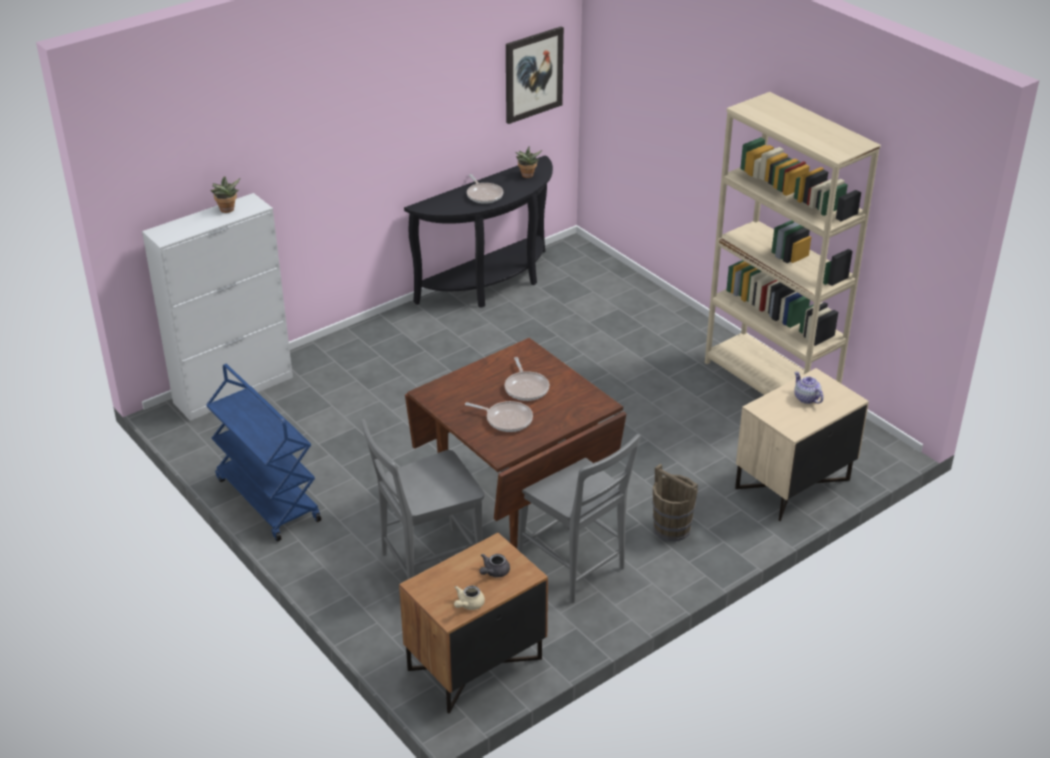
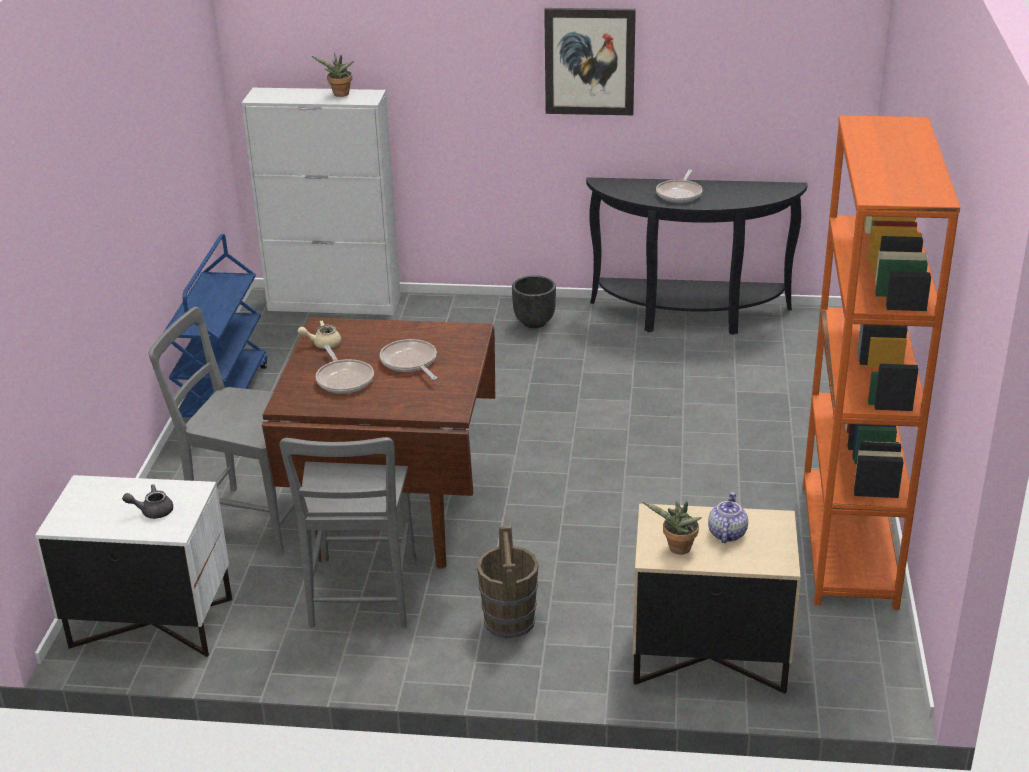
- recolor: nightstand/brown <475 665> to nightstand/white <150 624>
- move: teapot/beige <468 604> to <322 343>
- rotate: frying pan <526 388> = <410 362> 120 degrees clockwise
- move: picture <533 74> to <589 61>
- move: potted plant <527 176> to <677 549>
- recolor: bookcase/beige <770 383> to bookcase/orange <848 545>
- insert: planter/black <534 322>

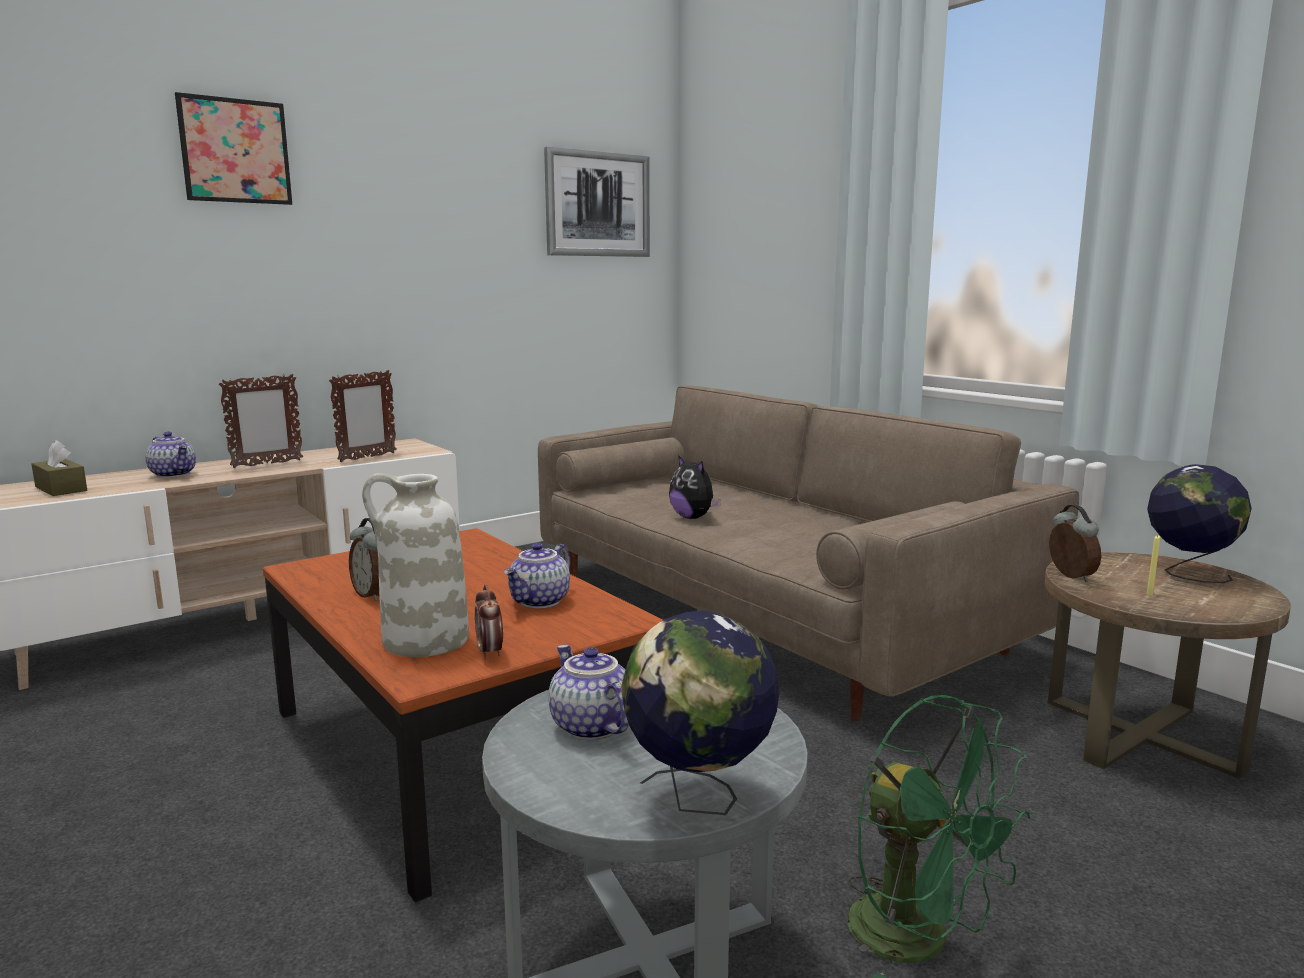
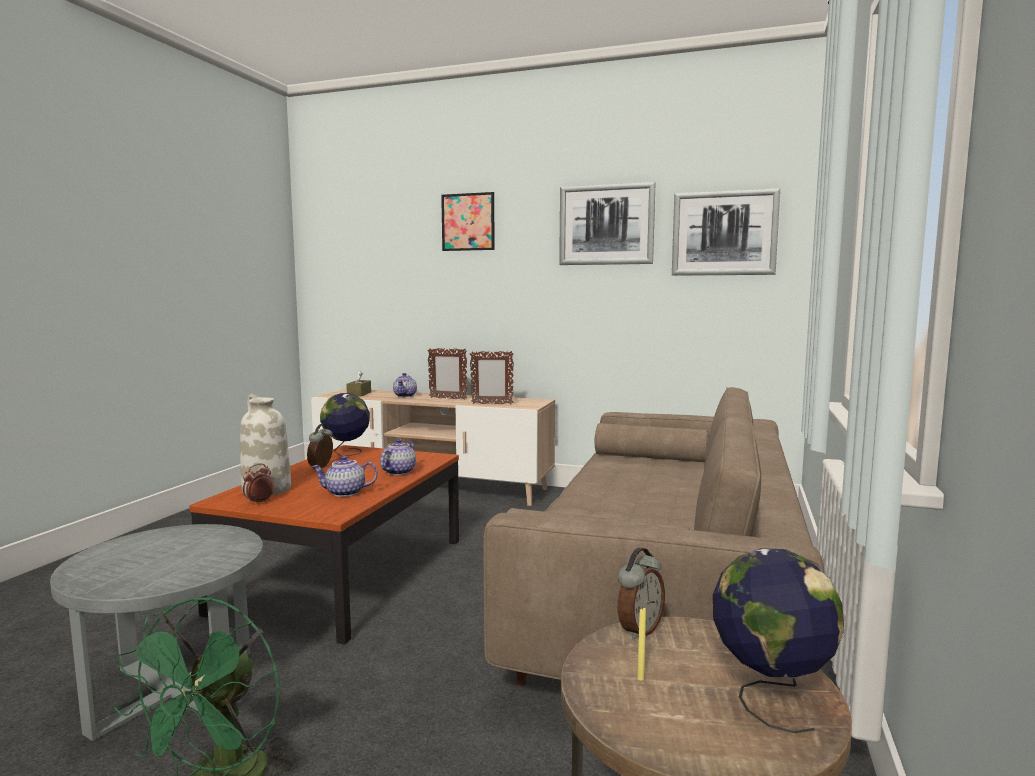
- move: teapot <589 726> to <398 472>
- move: globe <699 799> to <346 453>
- delete: plush toy <693 517>
- insert: picture <606 225>

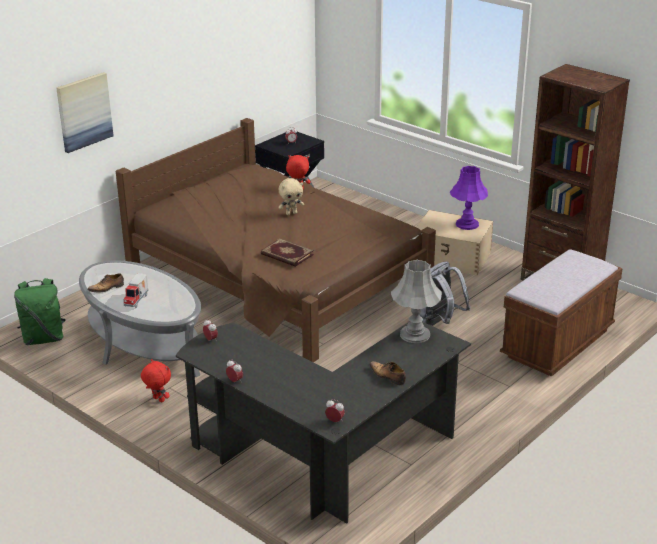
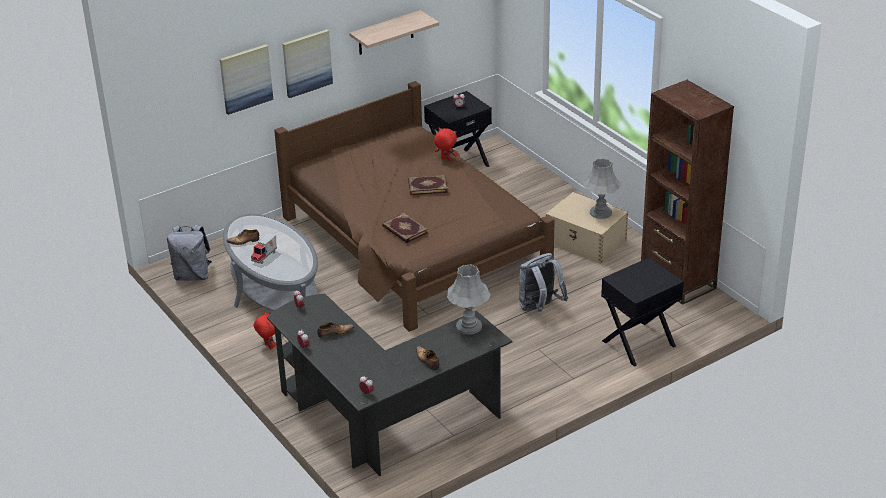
- recolor: backpack/green <44 338> to backpack/grey <192 275>
- replace: plush toy/beige <291 213> to book <427 186>
- recolor: table lamp/purple <467 224> to table lamp/grey <600 213>
- replace: bench/brown <557 343> to nightstand/black <639 344>
- insert: picture <307 63>
- insert: shoe <335 333>
- insert: shelf <385 33>

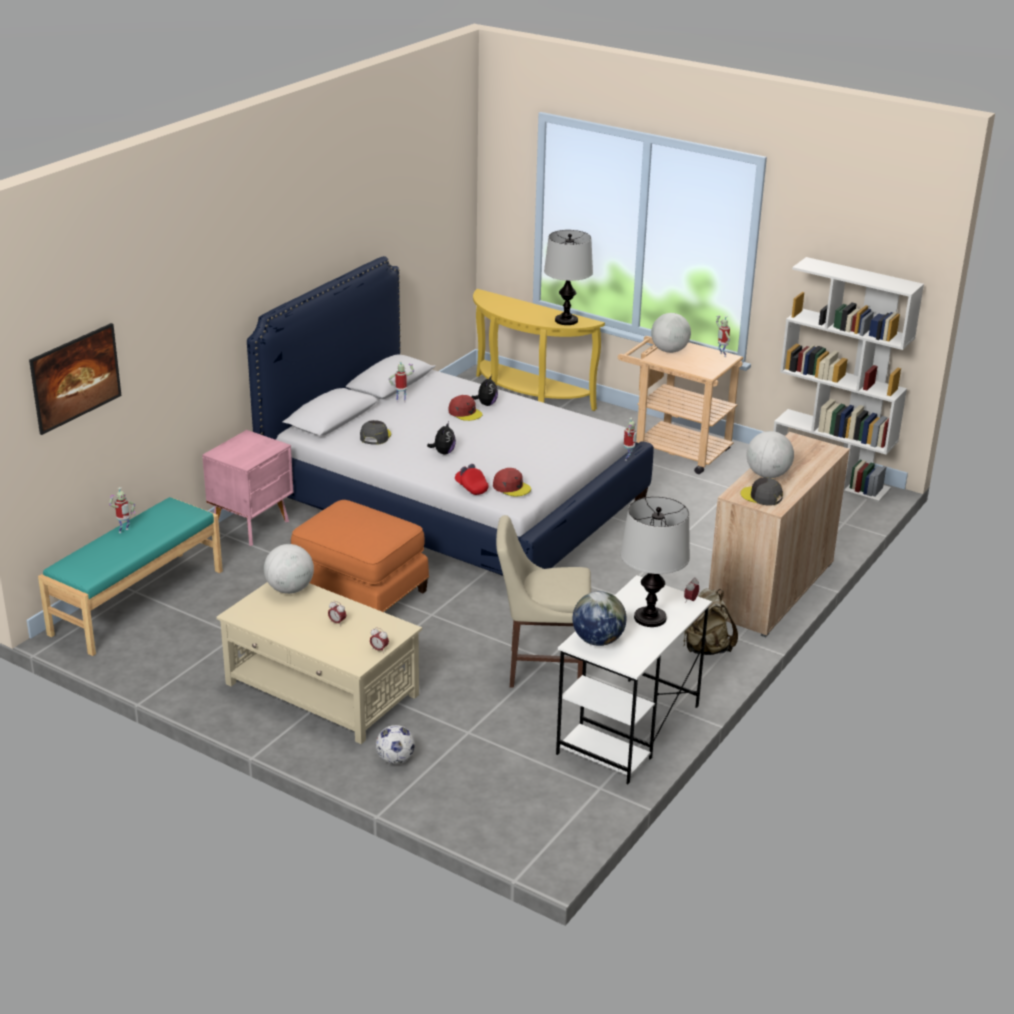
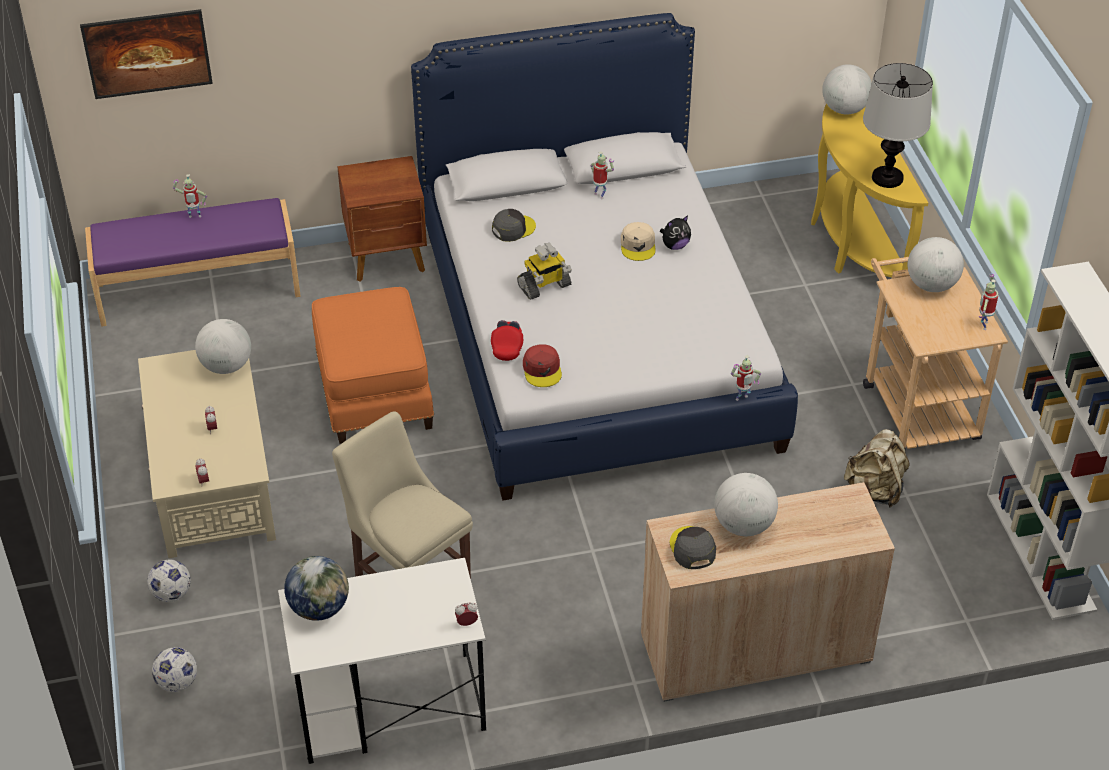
- recolor: bench/turquoise <136 602> to bench/purple <198 289>
- recolor: nightstand/pink <252 525> to nightstand/brown <387 258>
- replace: plush toy <443 452> to toy robot <544 286>
- recolor: cap/red <465 413> to cap/beige <638 245>
- delete: table lamp <650 618>
- move: backpack/beige <706 649> to <875 490>
- insert: football <177 682>
- insert: globe <844 109>

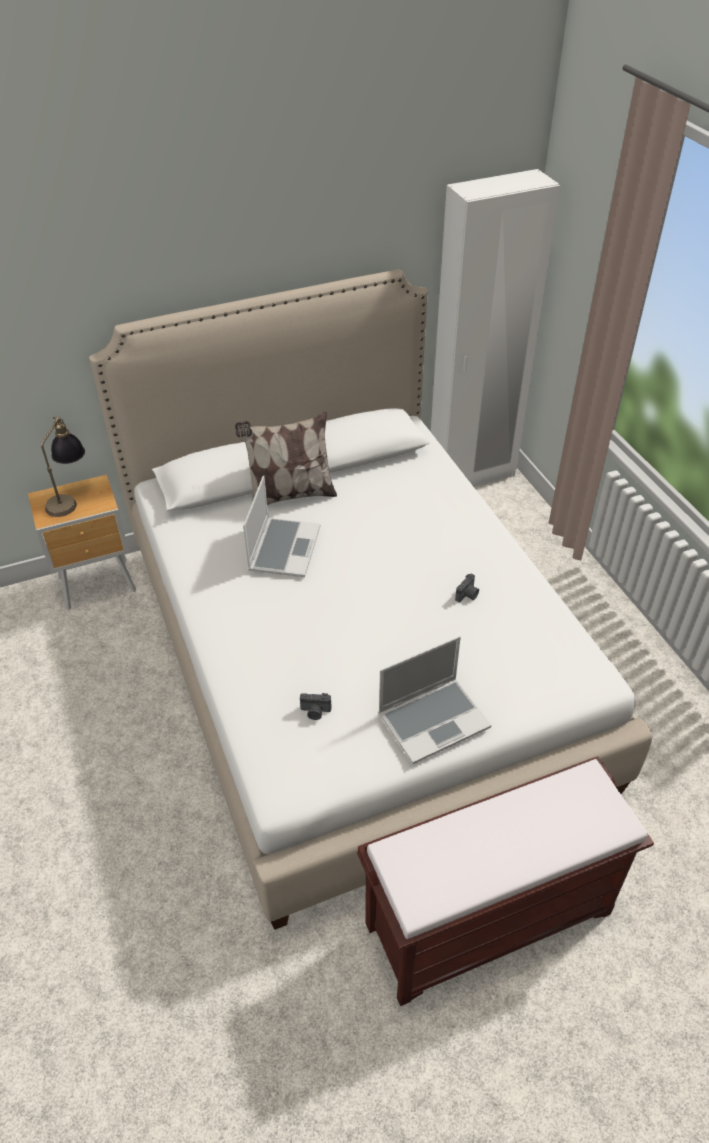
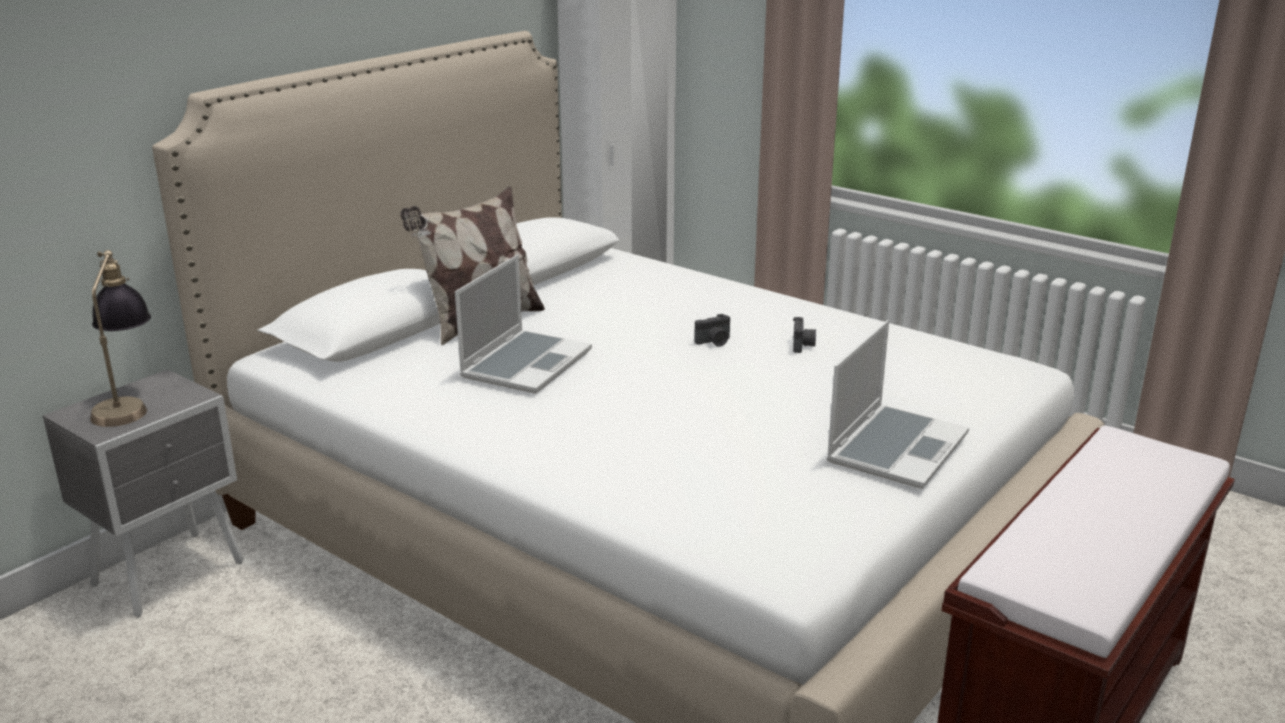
- recolor: nightstand/brown <99 585> to nightstand/grey <172 573>
- rotate: laptop <283 548> = <526 363> 45 degrees clockwise
- move: photo camera <315 712> to <714 342>

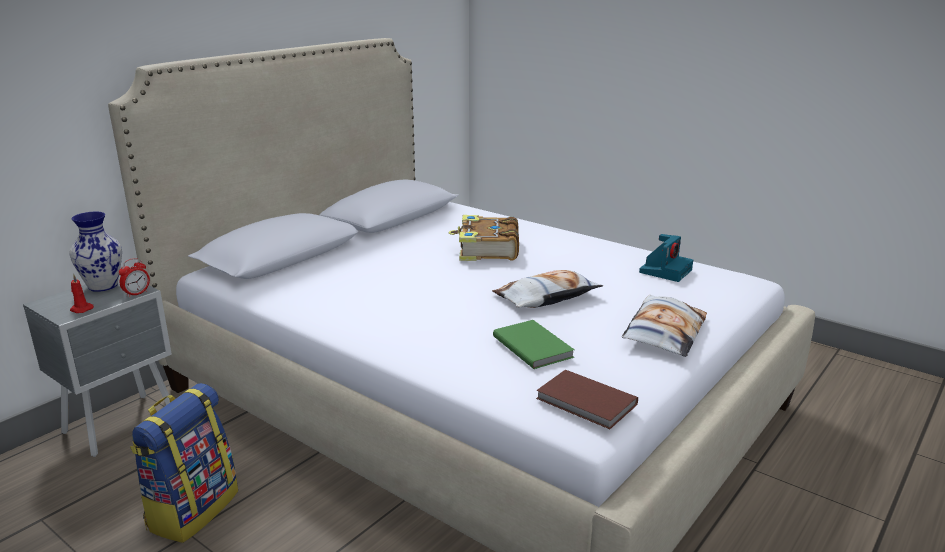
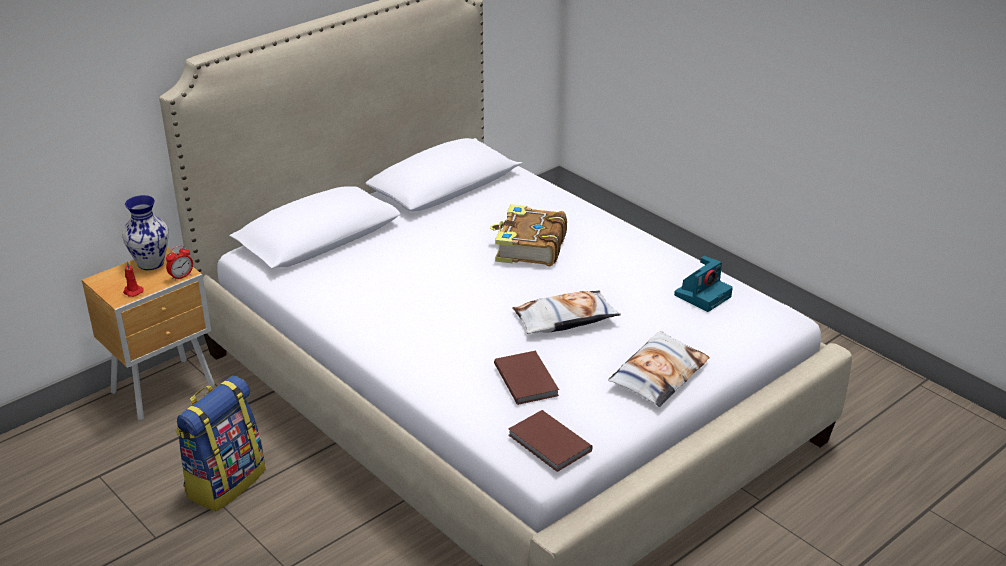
- recolor: nightstand/grey <123 424> to nightstand/brown <166 389>
- recolor: book/green <533 346> to book/brown <527 379>

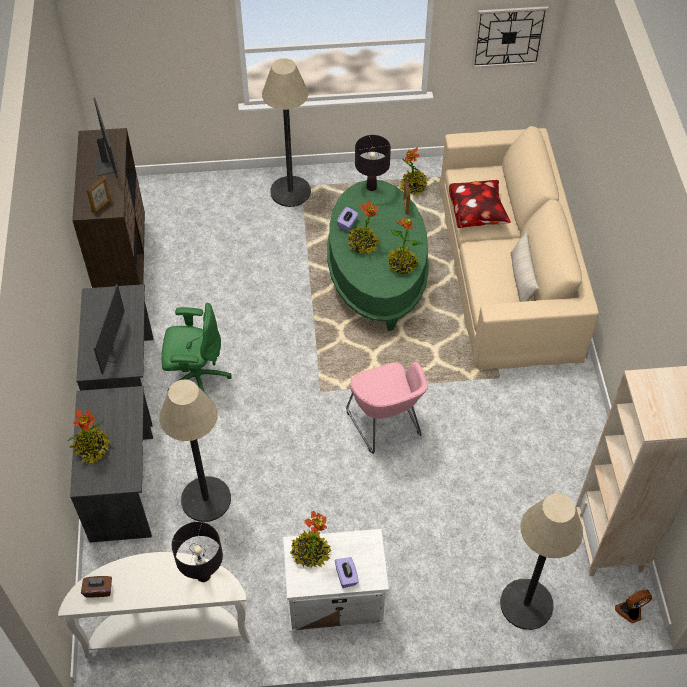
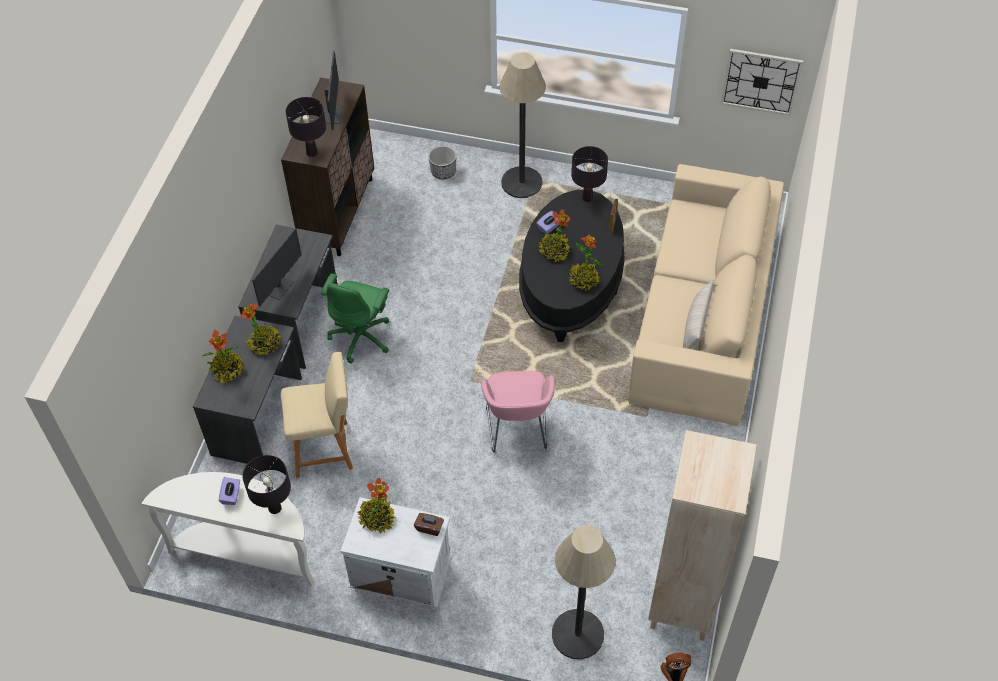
- move: tissue box/brown <98 590> to <429 527>
- replace: picture frame <102 206> to table lamp/black <312 152>
- replace: floor lamp <206 499> to stool/beige <326 448>
- rotate: office chair/green <196 379> = <361 337> 90 degrees clockwise
- recolor: coffee table/green <376 273> to coffee table/black <571 284>
- move: tissue box/purple <346 576> to <231 495>
- move: potted plant <413 187> to <265 344>
- delete: pillow <477 214>
- insert: planter <443 171>

